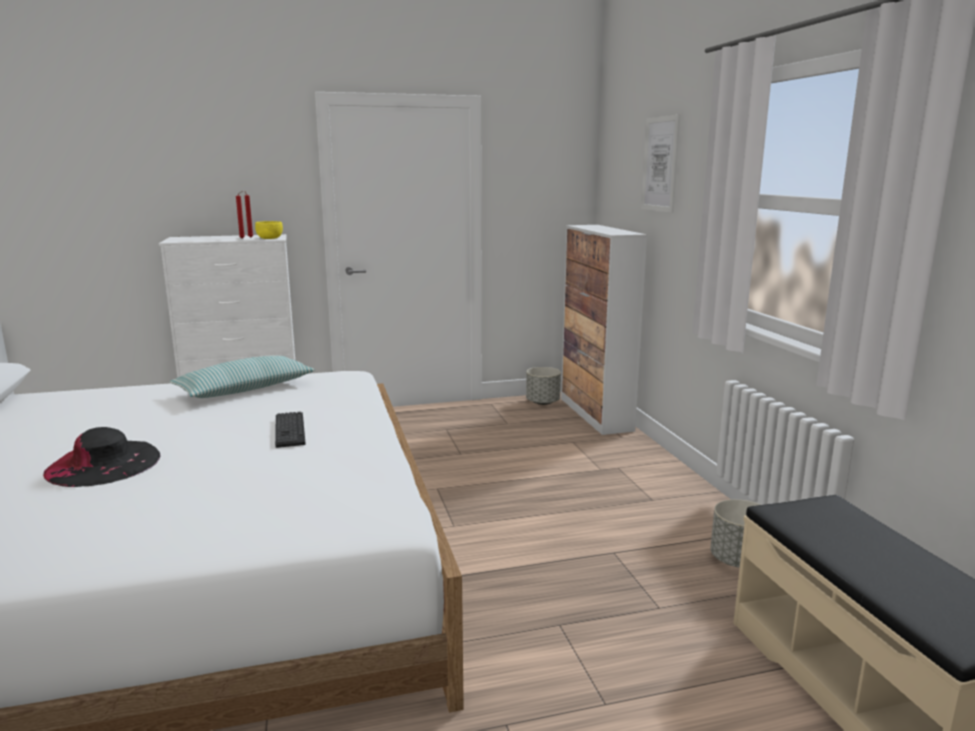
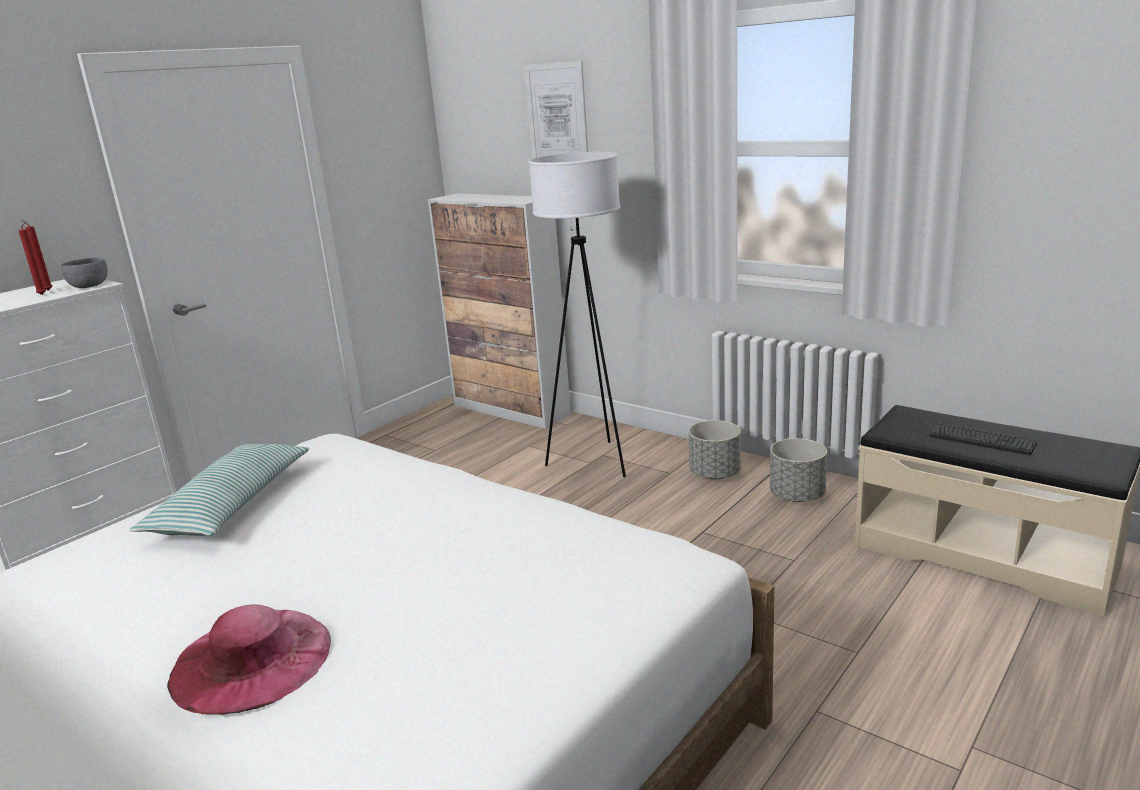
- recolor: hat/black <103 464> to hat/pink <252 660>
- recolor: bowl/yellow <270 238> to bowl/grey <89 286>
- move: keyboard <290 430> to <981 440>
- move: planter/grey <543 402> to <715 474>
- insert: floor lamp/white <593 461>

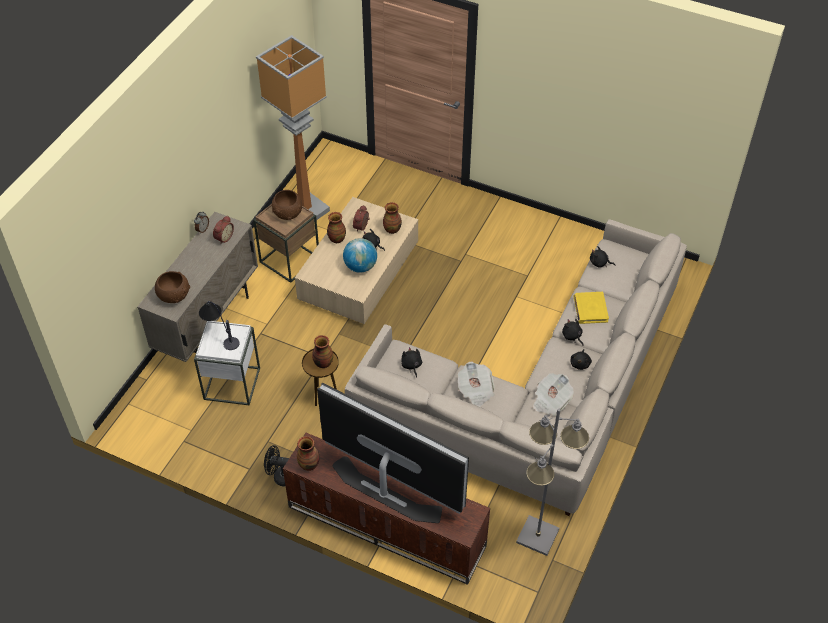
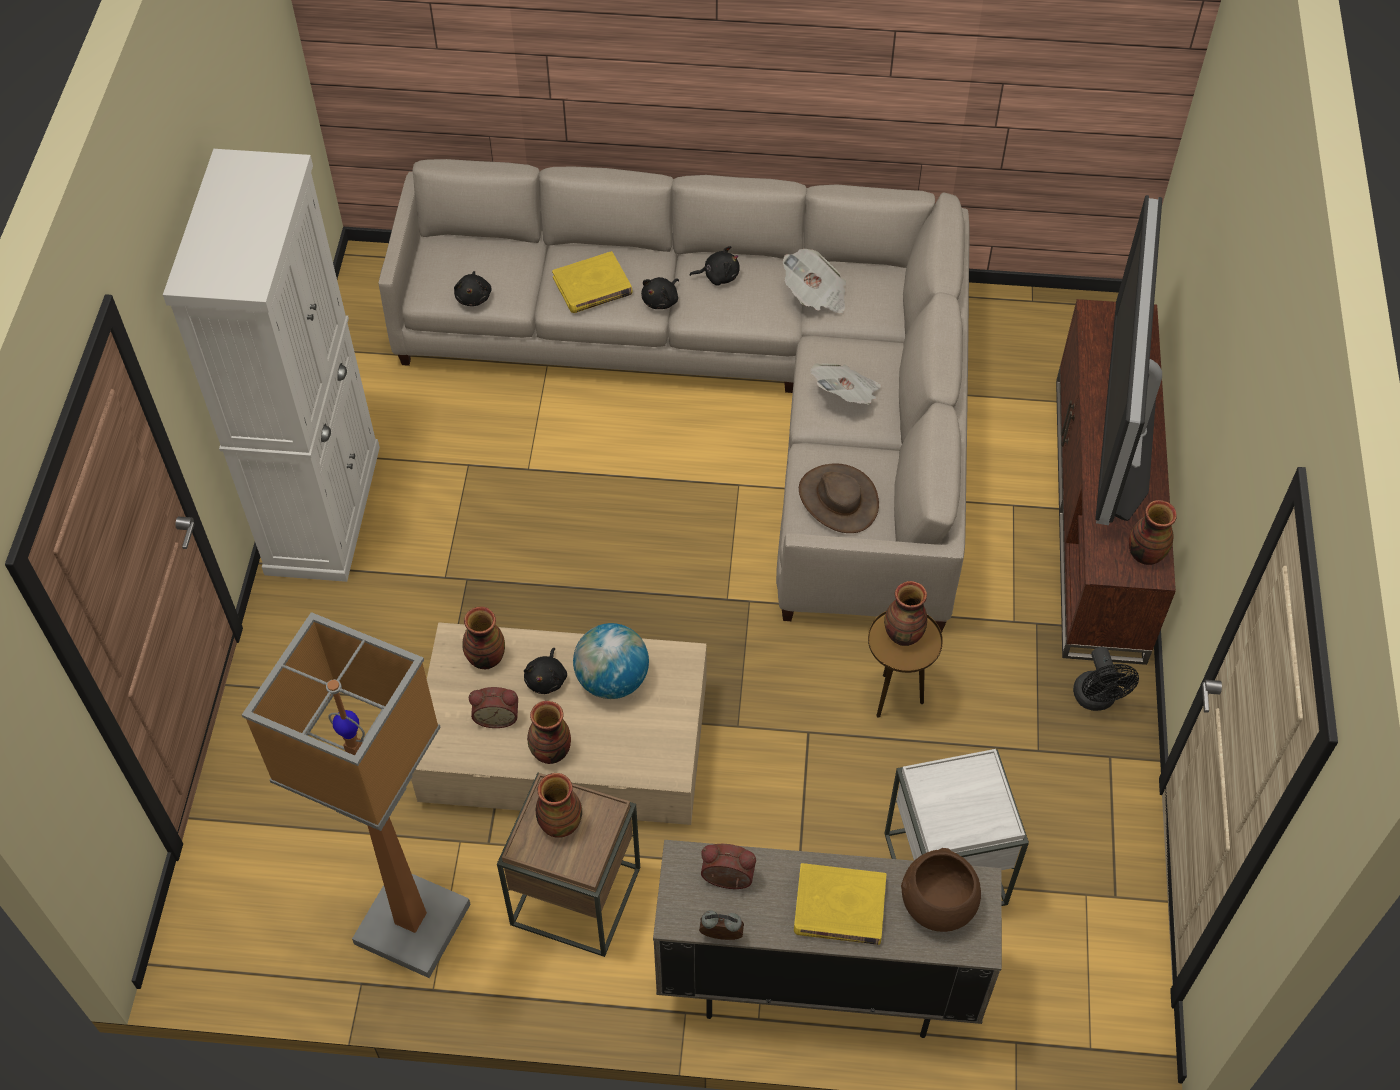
- delete: table lamp <220 335>
- replace: bowl/brown <288 214> to vase <560 823>
- replace: plush toy/black <411 366> to hat/brown <838 499>
- delete: floor lamp/grey <538 536>
- insert: cabinet/white <323 509>
- insert: book/yellow <839 907>

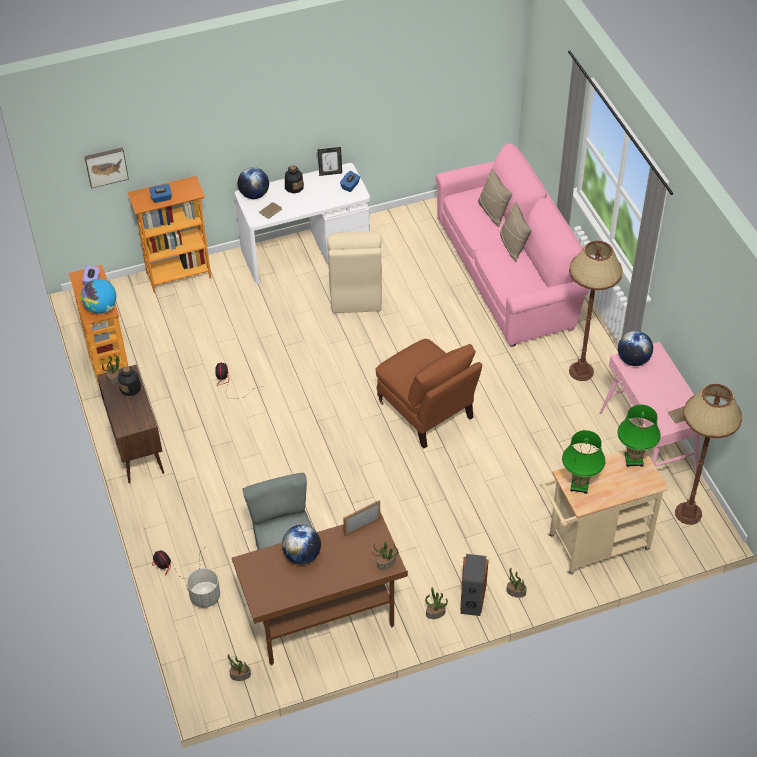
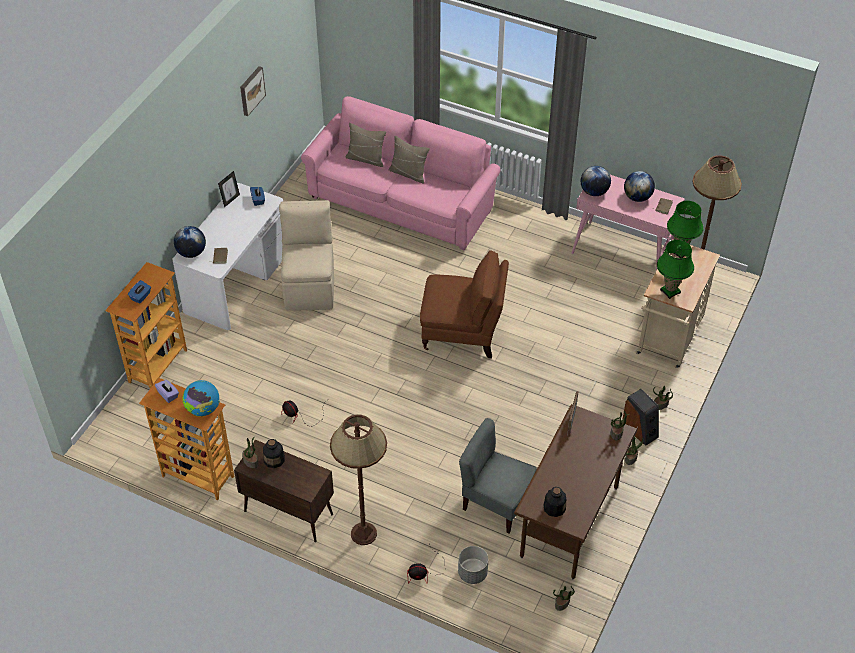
- move: picture <106 166> to <251 90>
- move: globe <302 555> to <637 197>
- move: bottle <294 187> to <554 507>
- rotate: chair/beige <355 291> = <310 286> 135 degrees counterclockwise
- move: floor lamp/brown <581 371> to <364 533>

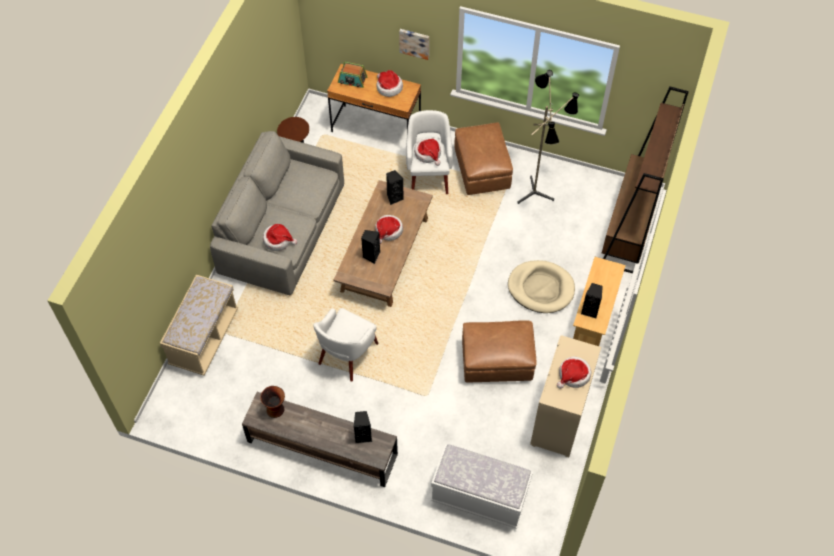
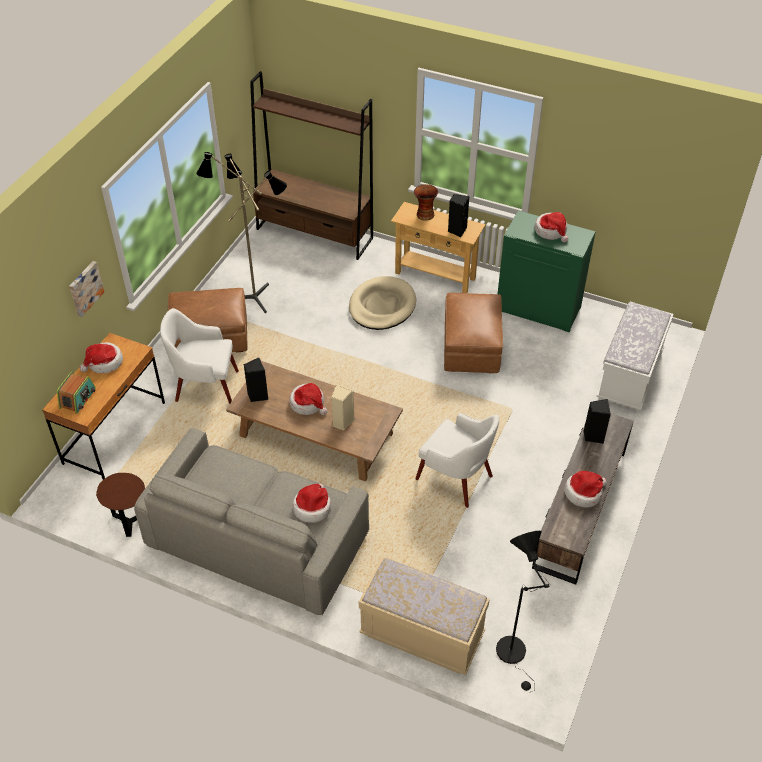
- move: vase <275 409> to <424 214>
- recolor: speaker/black <371 256> to speaker/beige <342 422>
- move: hat <428 154> to <583 493>
- recolor: cabinet/beige <560 419> to cabinet/green <539 308>
- insert: floor lamp/black <514 655>

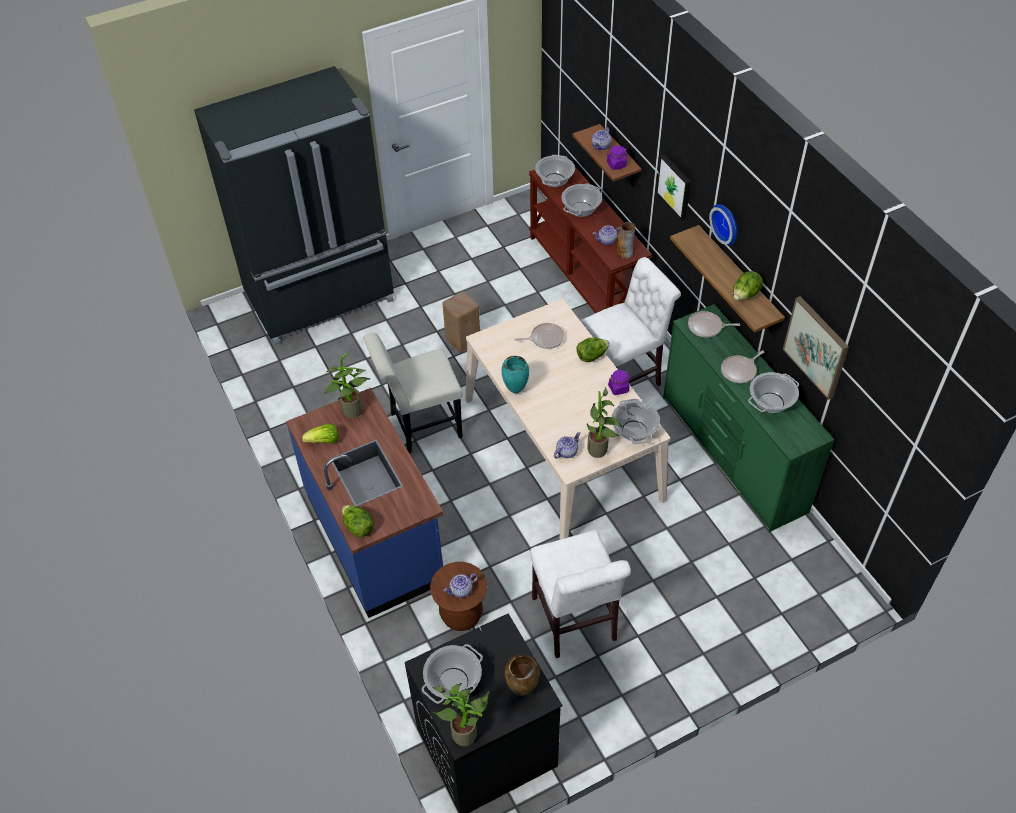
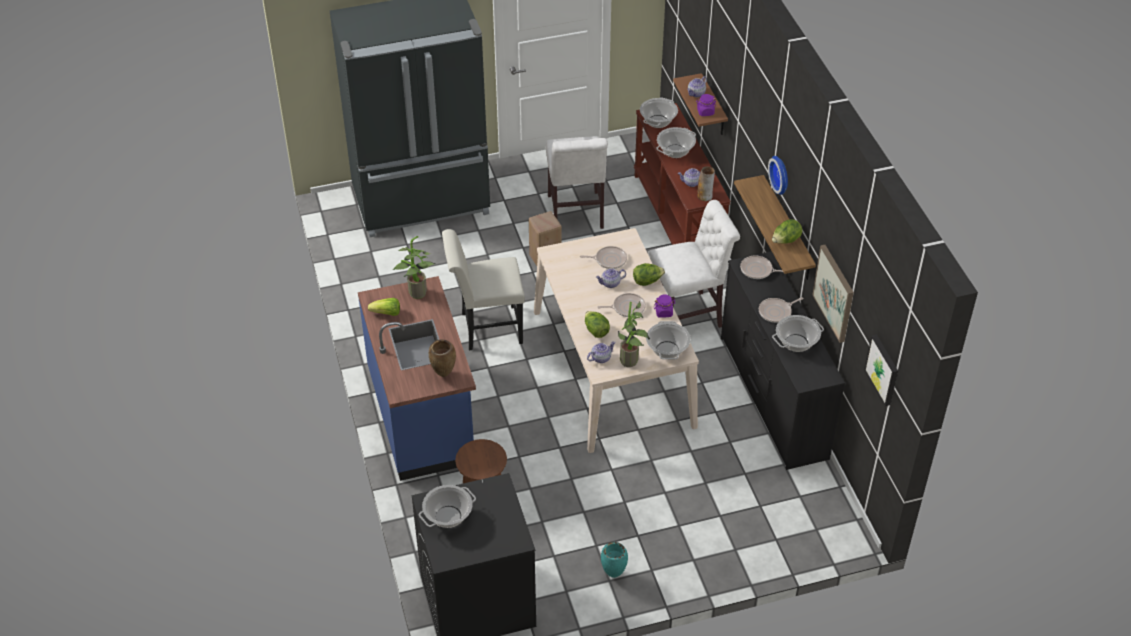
- move: lettuce <358 527> to <596 331>
- delete: potted plant <466 732>
- move: teapot <461 590> to <610 283>
- move: vase/turquoise <515 391> to <613 575>
- move: vase/brown <522 691> to <443 375>
- move: chair/white <575 623> to <576 214>
- move: picture <675 186> to <883 369>
- recolor: dresser/green <732 454> to dresser/black <772 397>
- insert: frying pan <627 307>

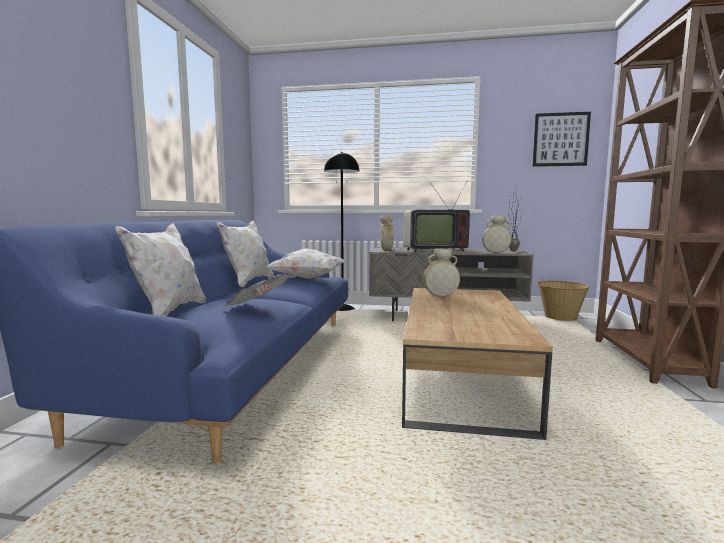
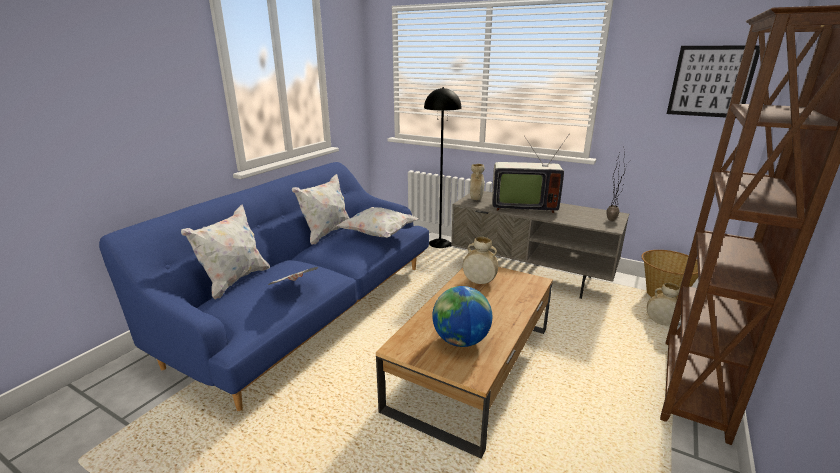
- move: vase/beige <496 252> to <661 322>
- insert: globe <460 341>

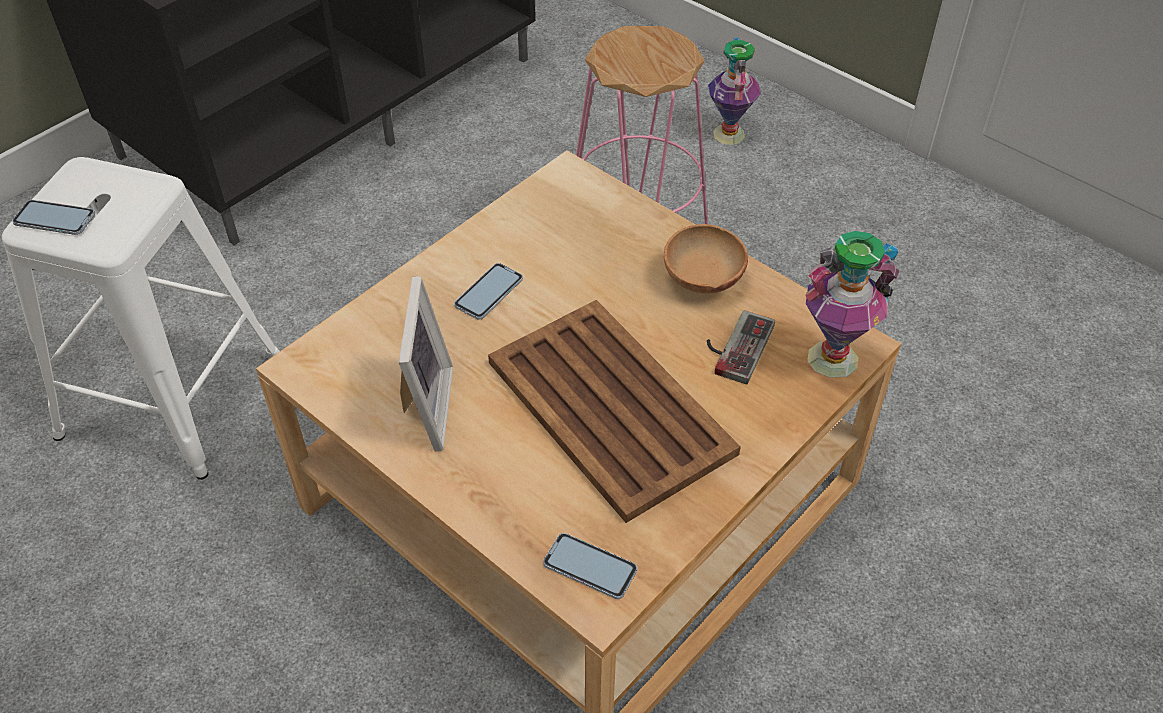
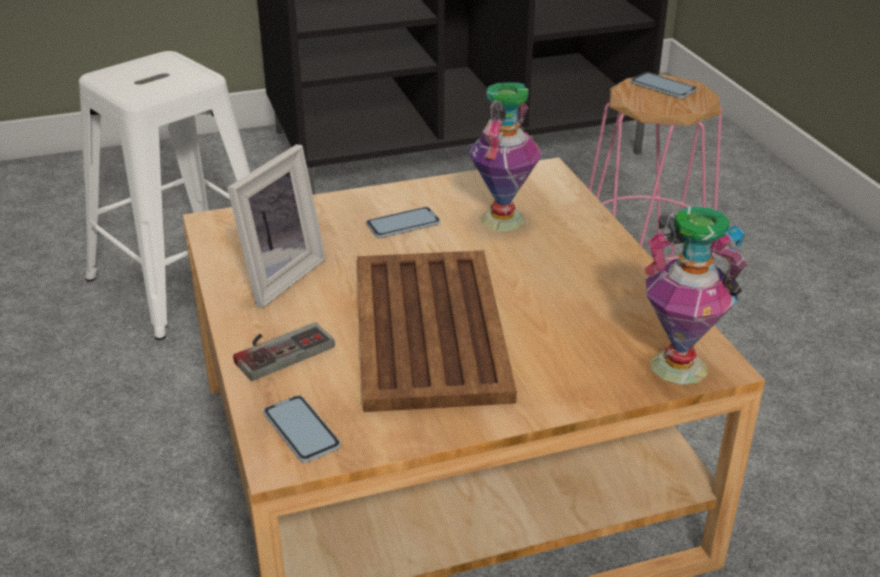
- move: phone <54 218> to <663 86>
- delete: bowl/brown <702 280>
- move: game controller <734 346> to <279 348>
- move: vase <728 134> to <501 219>

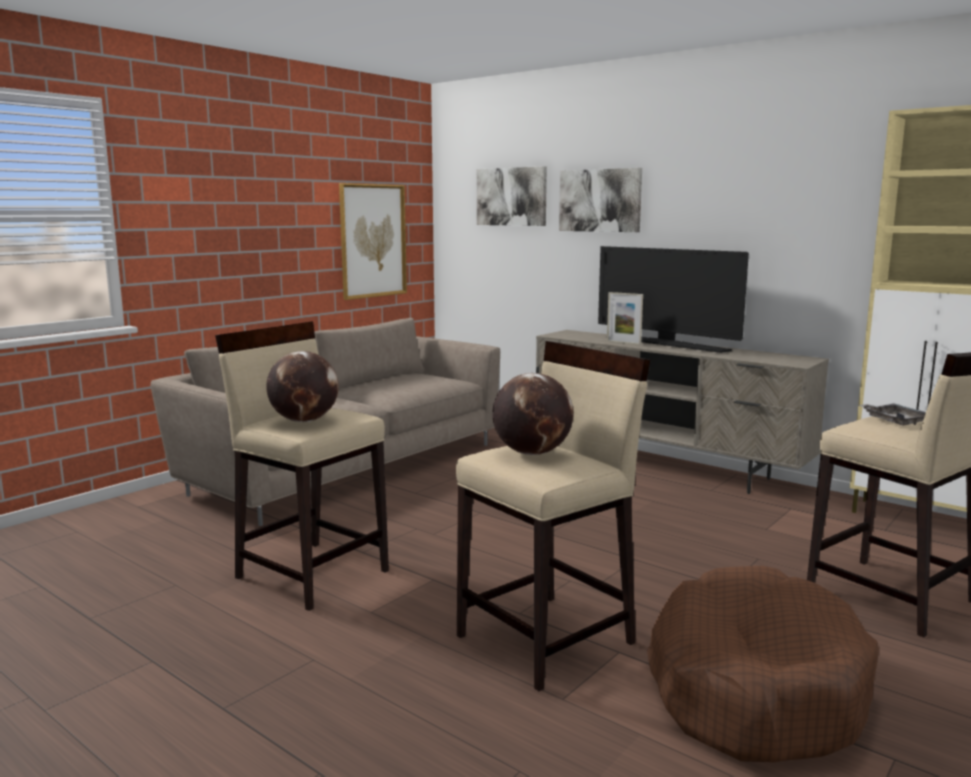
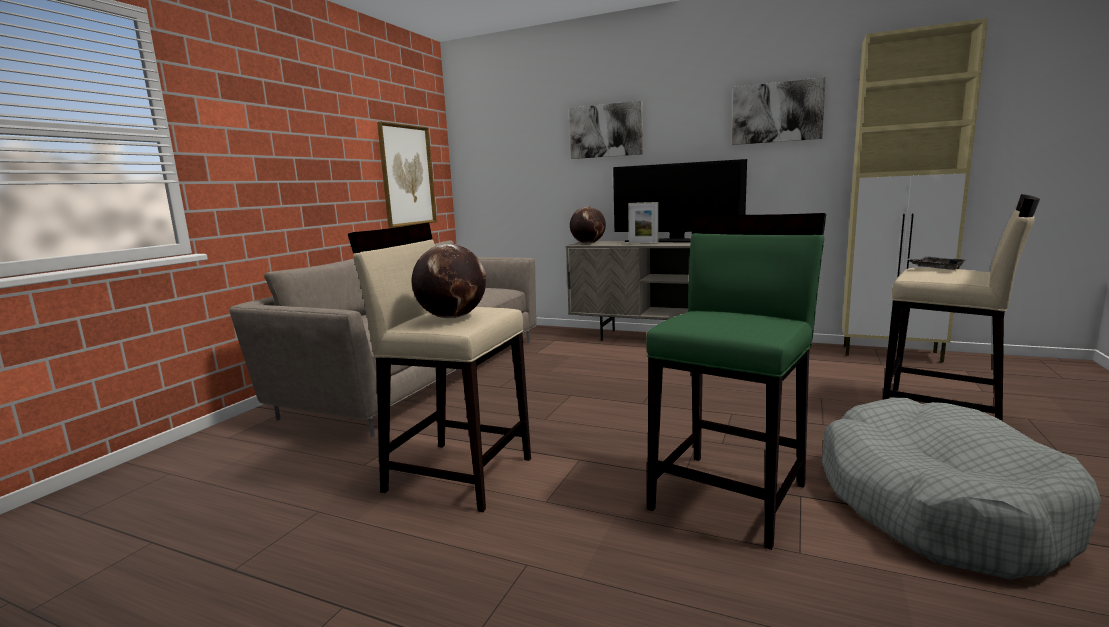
- recolor: stool/beige <547 639> to stool/green <730 496>
- move: picture <511 196> to <777 112>
- move: globe <532 453> to <588 243>
- recolor: dog bed/brown <753 687> to dog bed/grey <937 505>

